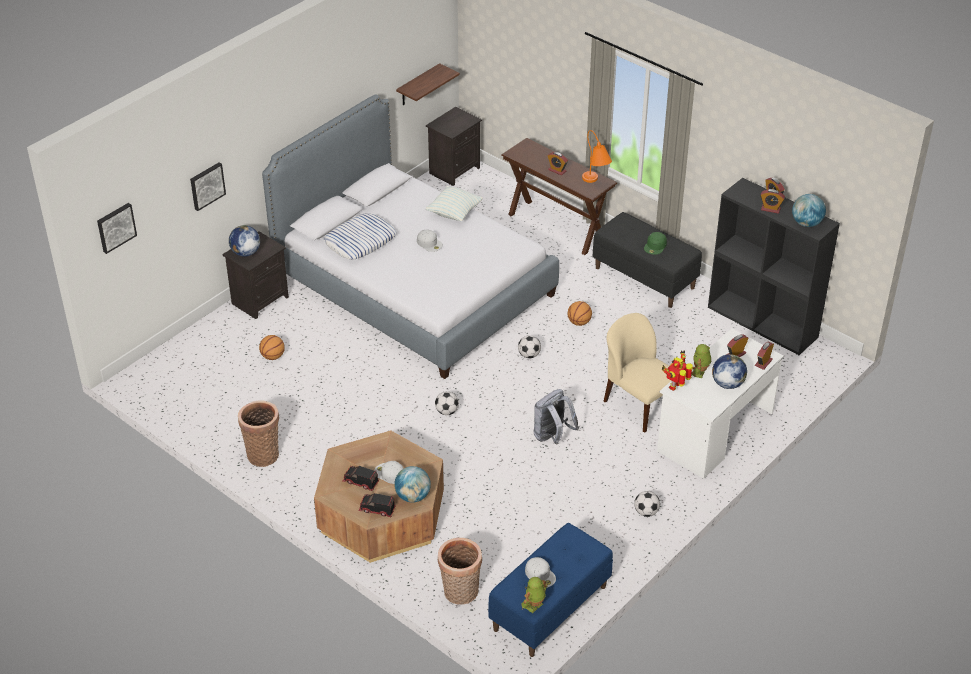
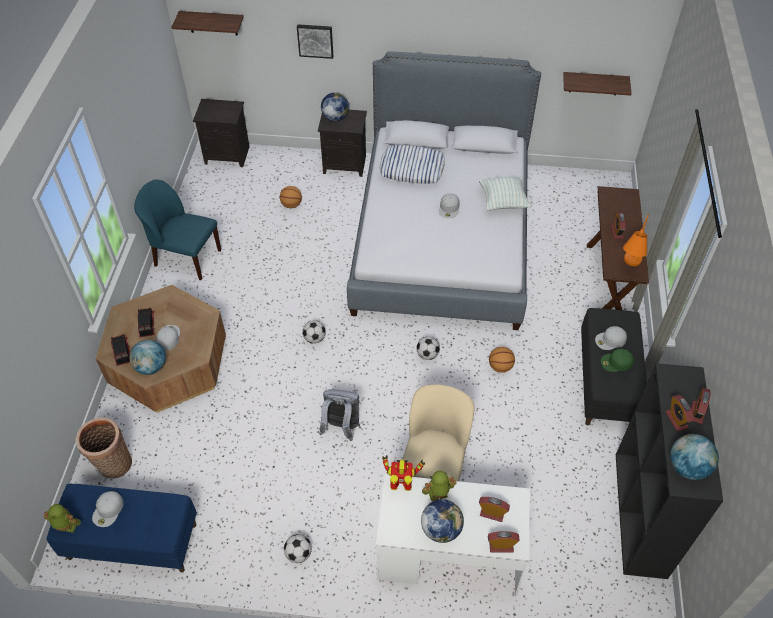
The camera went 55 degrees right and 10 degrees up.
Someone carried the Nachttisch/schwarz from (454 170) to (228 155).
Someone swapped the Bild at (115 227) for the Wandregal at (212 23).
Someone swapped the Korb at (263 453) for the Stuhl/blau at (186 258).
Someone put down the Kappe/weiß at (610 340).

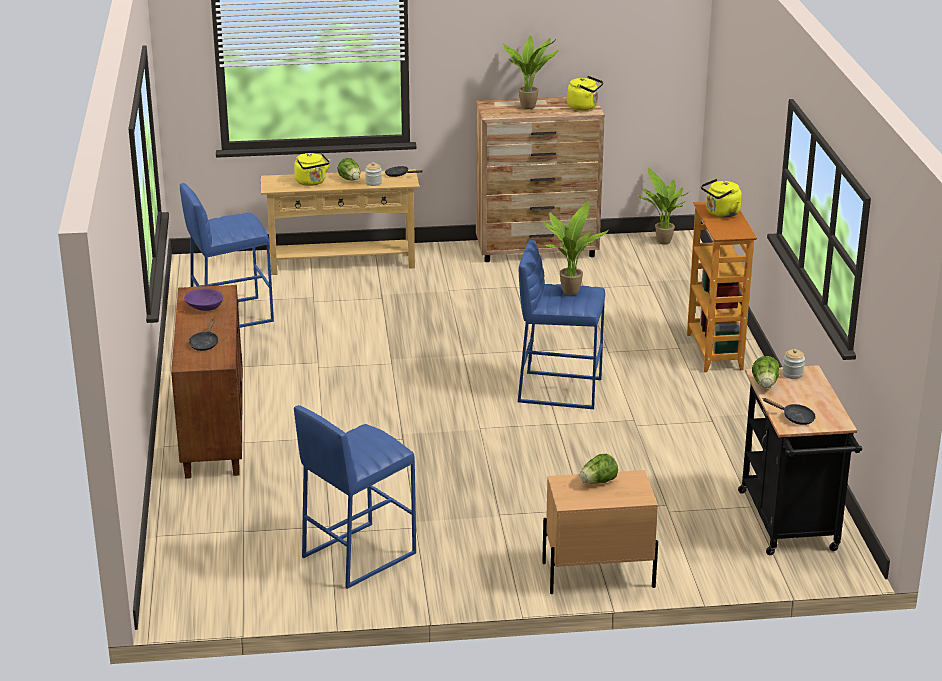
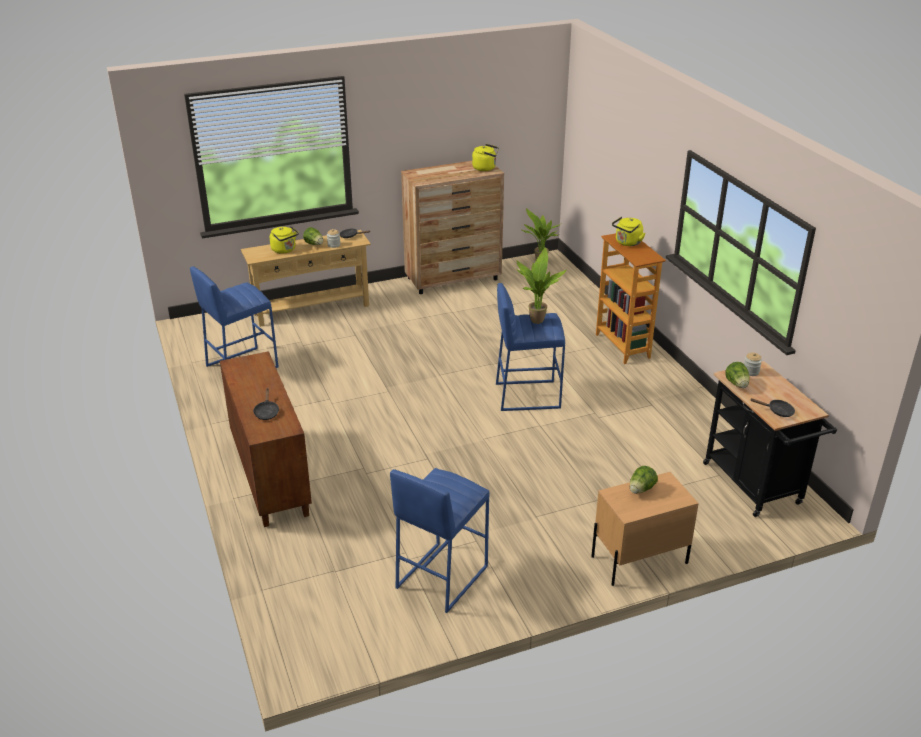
The camera went 15 degrees left and 5 degrees up.
Someone took away the Topfpflanze at (530 106).
Someone took away the Schüssel/lila at (204 306).

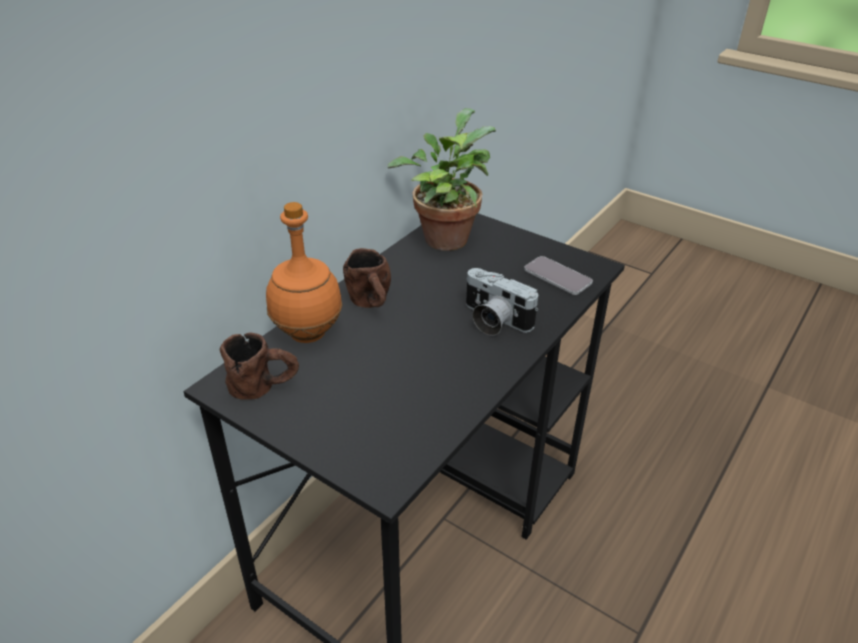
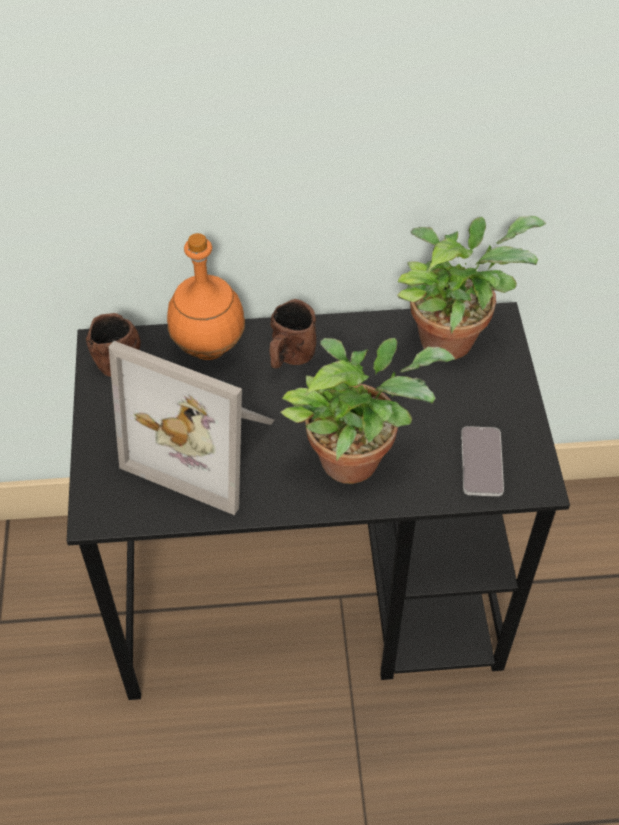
The camera went 50 degrees right and 15 degrees up.
Someone swapped the Kamera at (493 320) for the Topfpflanze at (356 456).
Someone put down the Bilderrahmen at (206 444).

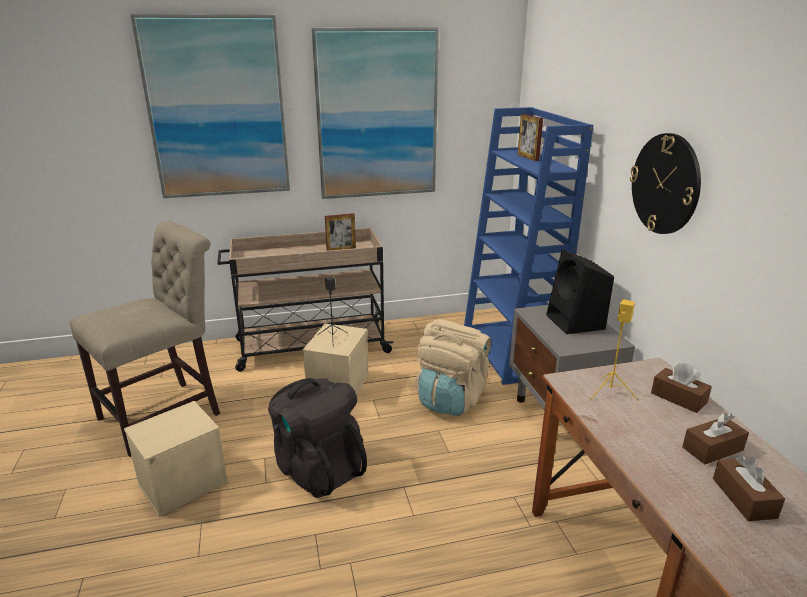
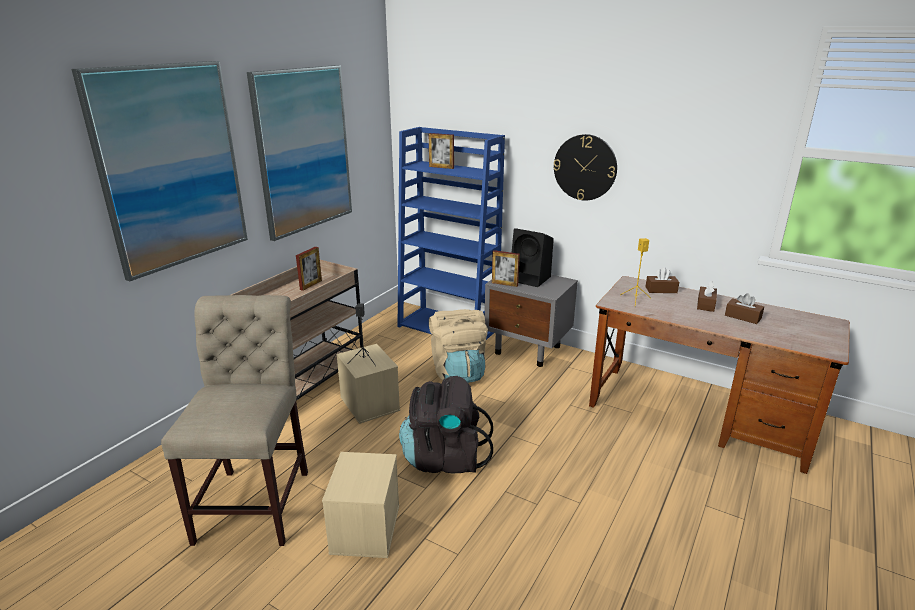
The camera went 45 degrees left and 0 degrees up.
Someone put down the Bilderrahmen at (504 284).

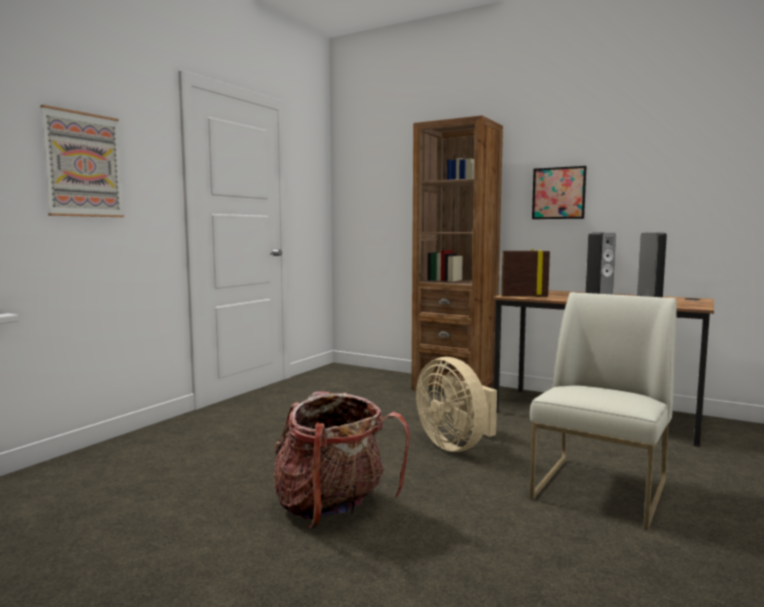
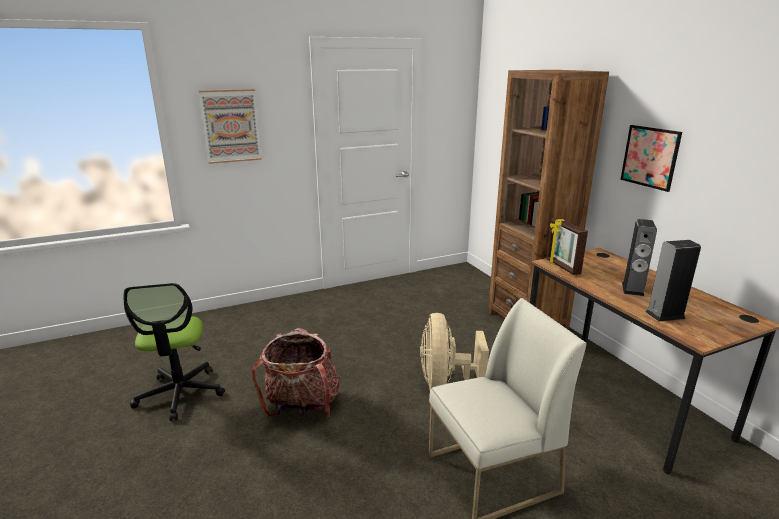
The camera went 35 degrees right and 15 degrees up.
Someone rotated the Bilderrahmen at (524 296) by 150 degrees counterclockwise.
Someone put down the Bürostuhl at (180 393).

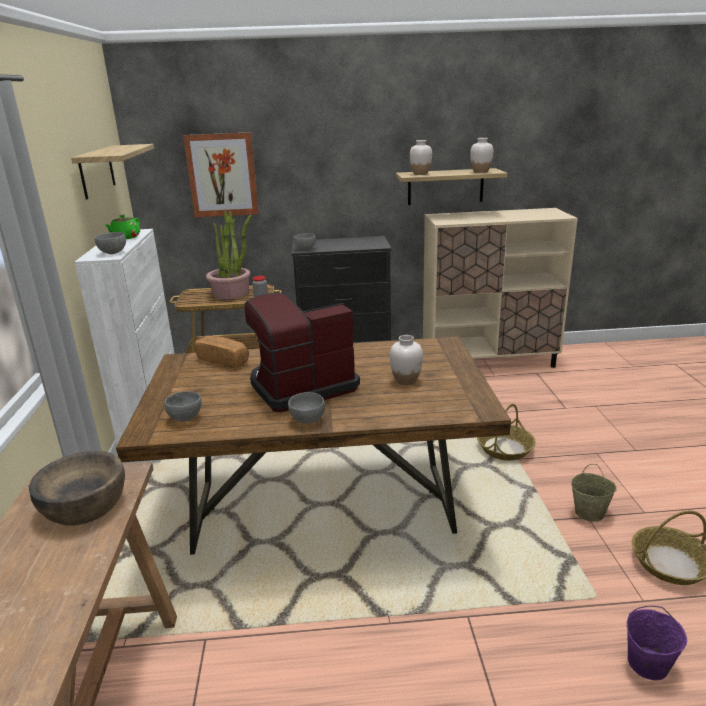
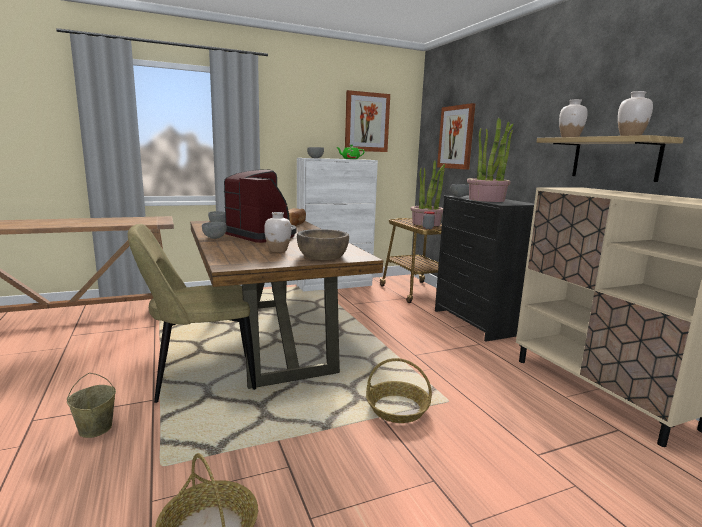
The camera went 70 degrees right and 10 degrees down.
Someone swapped the Wandregal at (97 171) for the Bild at (366 122).
Someone carried the Schüssel/braun from (84 505) to (322 255).
Someone carried the Eimer/beige from (590 513) to (95 429).
Someone took away the Eimer/lila at (647 664).
Someone put down the Topfpflanze at (486 200).
Someone put down the Stuhl/beige at (199 379).

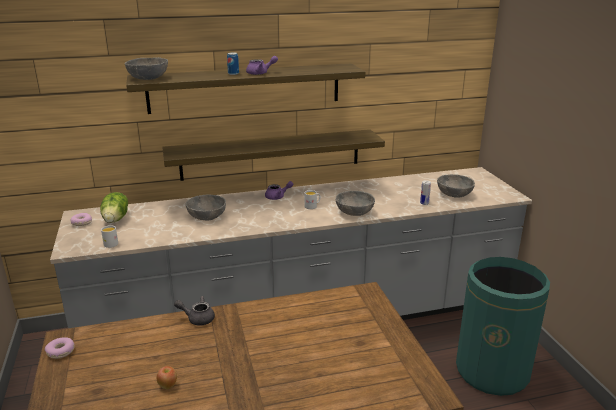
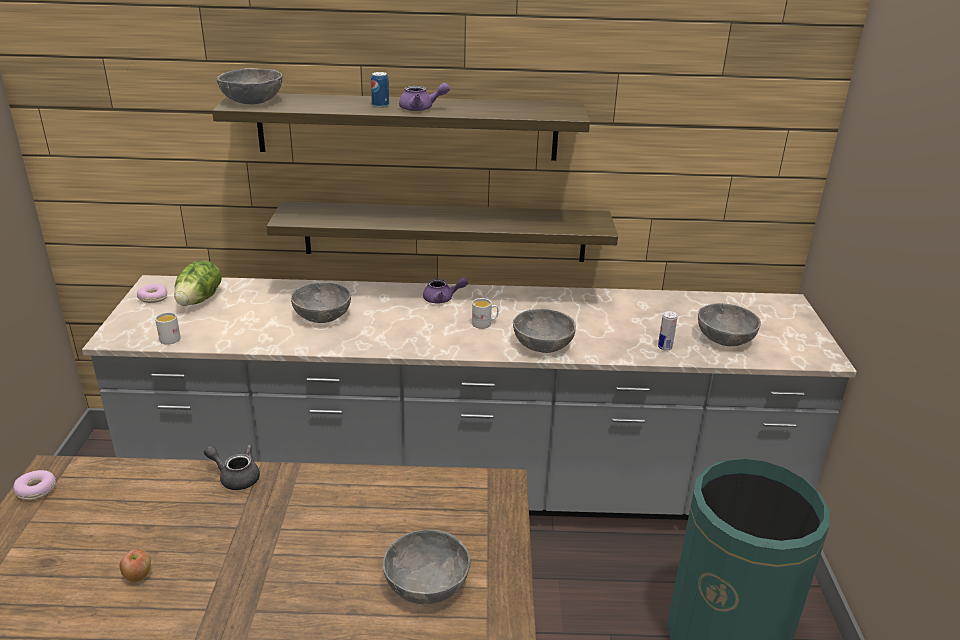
The camera went 15 degrees right and 5 degrees up.
Someone put down the Schüssel/grau at (426 585).

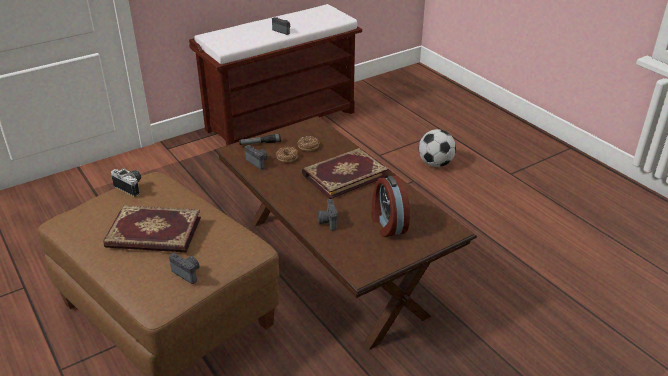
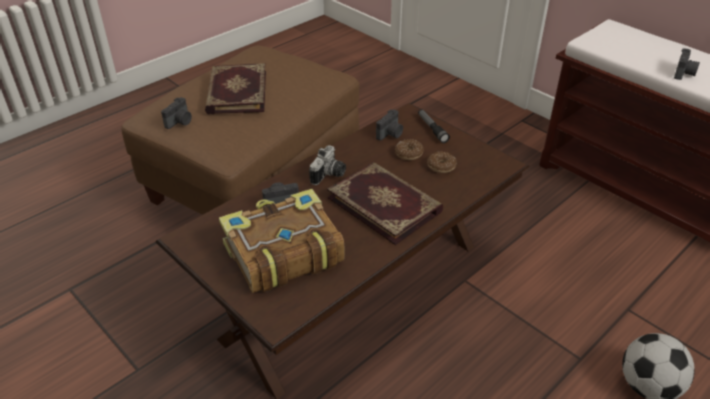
The camera went 80 degrees right and 5 degrees up.
Someone carried the Kamera from (132 186) to (330 175).
Someone swapped the Wecker at (387 224) for the Buch at (281 253).

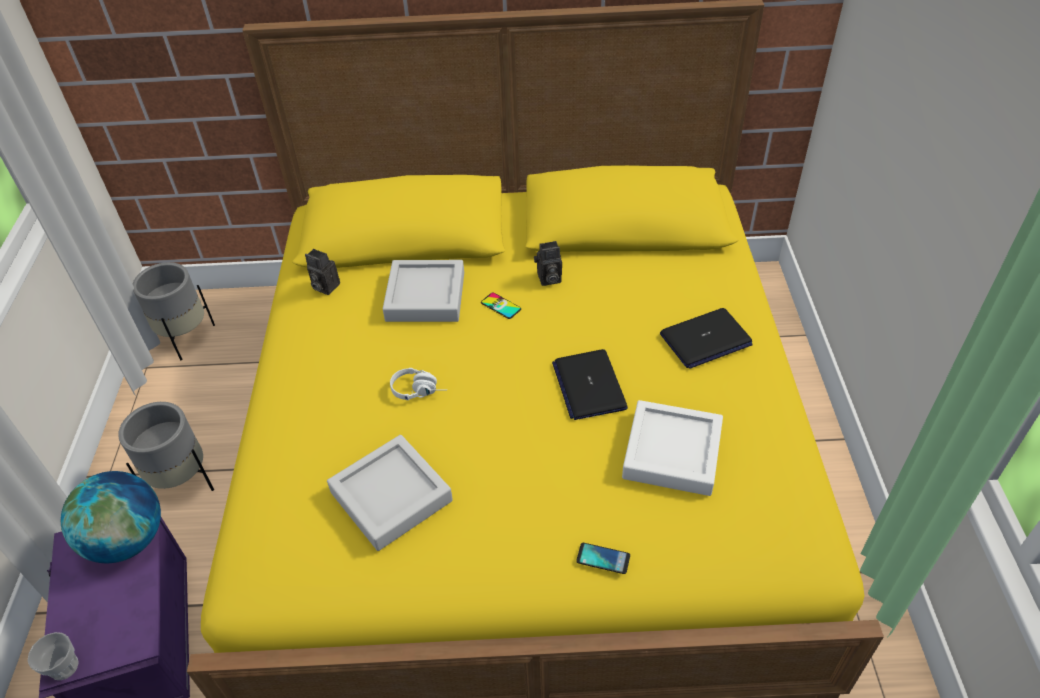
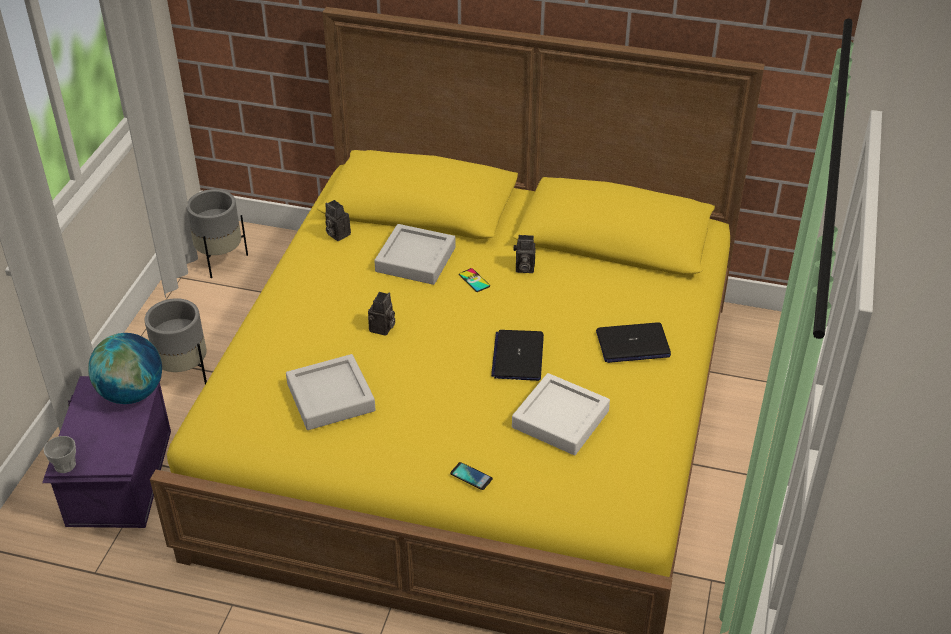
The camera went 15 degrees right and 5 degrees down.
Someone swapped the Kopfhörer/weiß at (420 390) for the Kamera at (382 329).

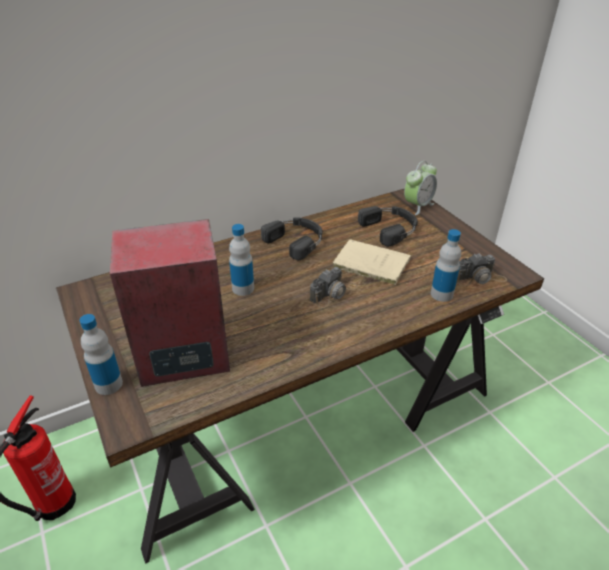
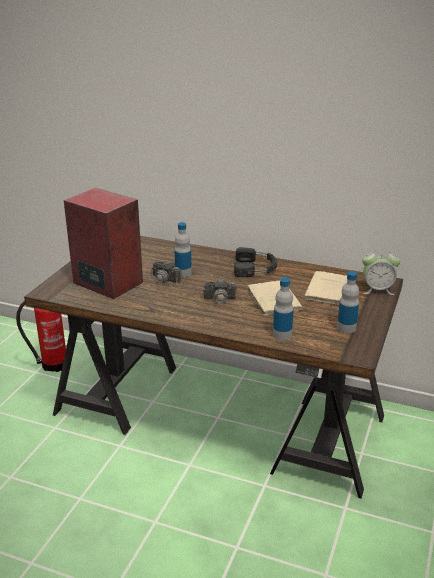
The camera went 50 degrees right and 10 degrees down.
Someone swapped the Kopfhörer/schwarz at (390 228) for the Buch/beige at (328 291).
Someone carried the Kamera from (479 278) to (166 281).
Someone carried the Flasche from (108 384) to (346 328).

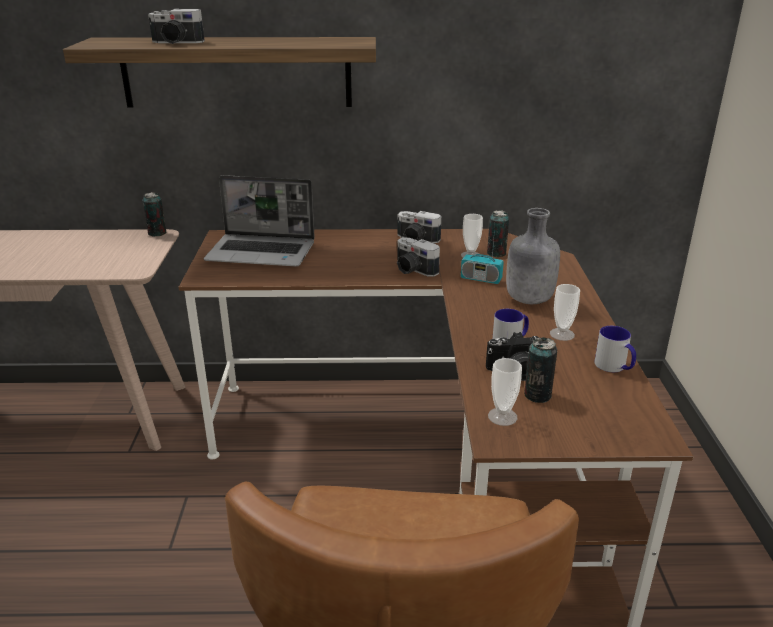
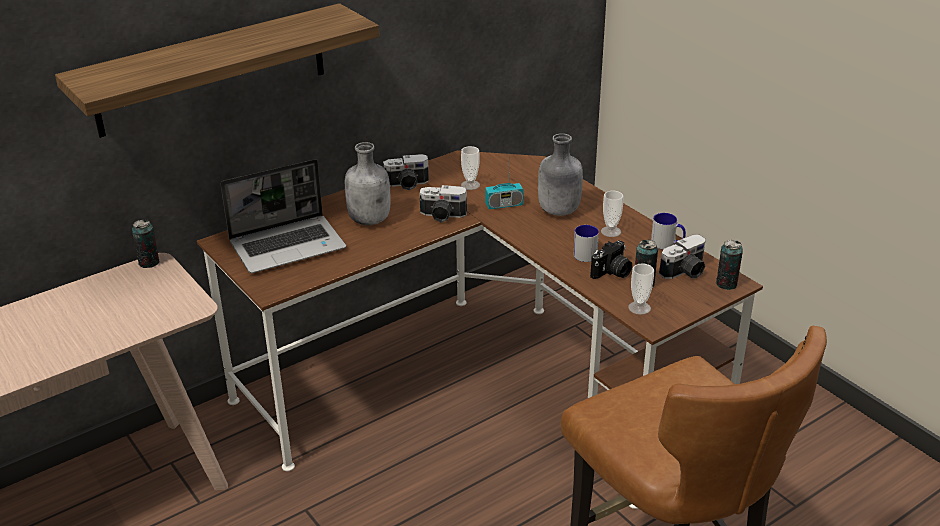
The camera went 35 degrees left and 5 degrees up.
Someone carried the Kamera from (176 43) to (685 272).
Someone carried the Dose from (496 253) to (726 284).
Someone put down the Flasche/grau at (370 220).

